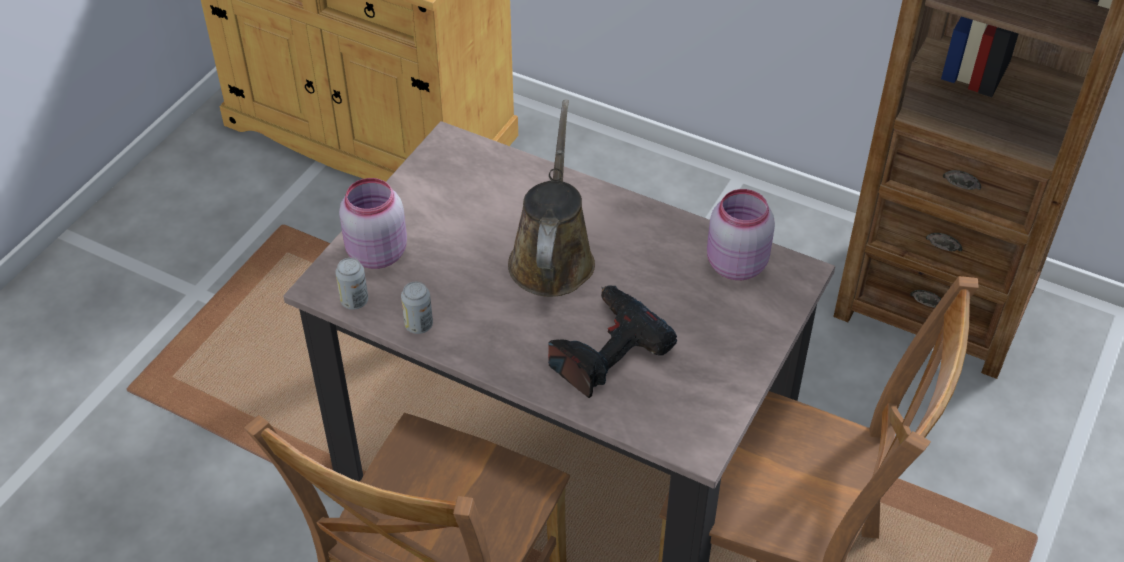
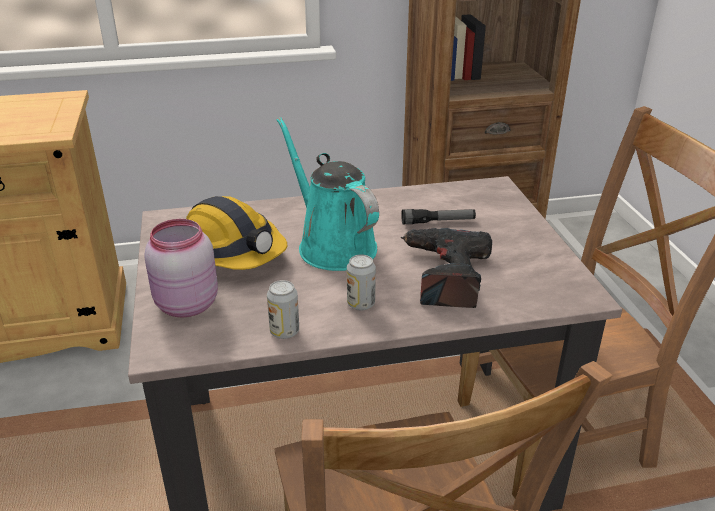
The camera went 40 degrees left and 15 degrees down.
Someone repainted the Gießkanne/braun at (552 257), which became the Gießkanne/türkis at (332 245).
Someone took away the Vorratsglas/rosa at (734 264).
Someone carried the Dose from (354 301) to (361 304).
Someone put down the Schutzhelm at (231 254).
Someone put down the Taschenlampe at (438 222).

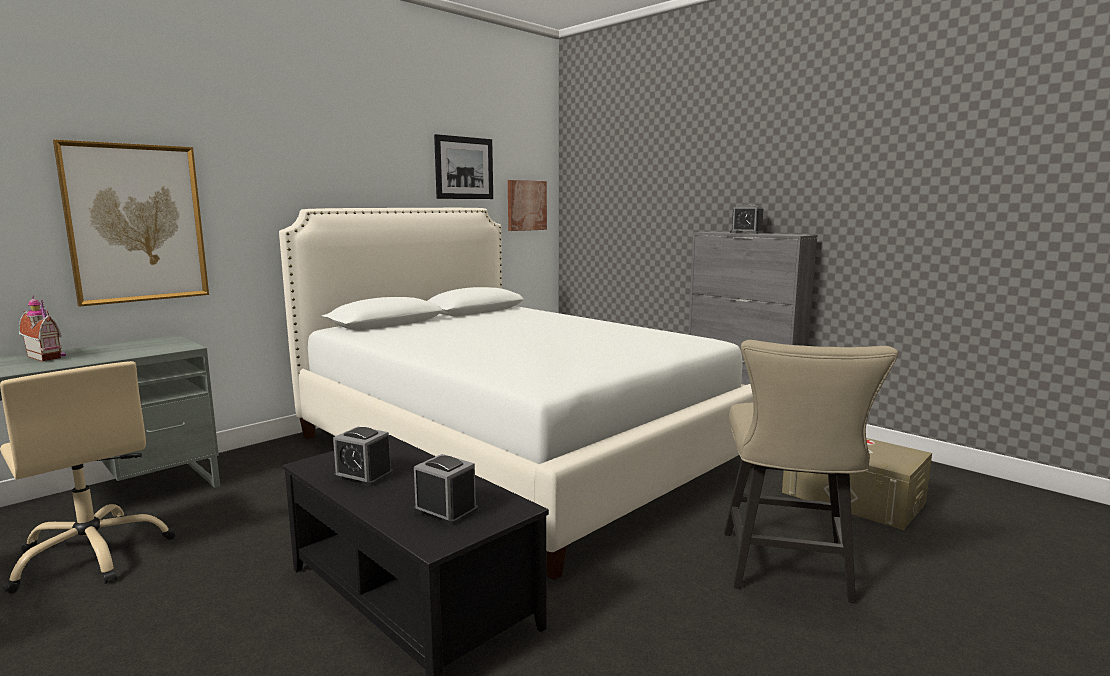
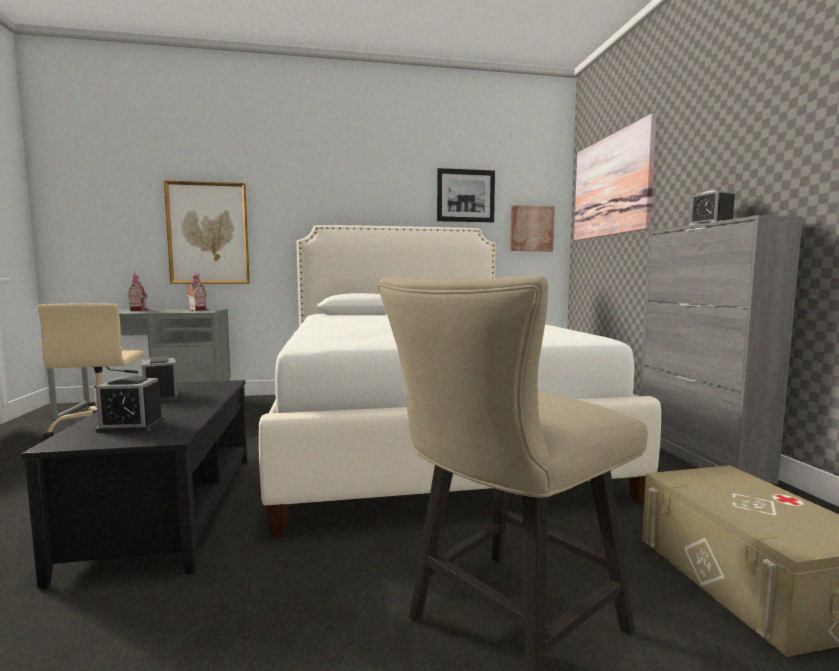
The camera went 35 degrees right and 5 degrees down.
Someone rotated the Wecker at (446 511) by 105 degrees clockwise.
Someone put up the Bild at (611 186).
Someone put down the Spielzeughaus at (200 310).

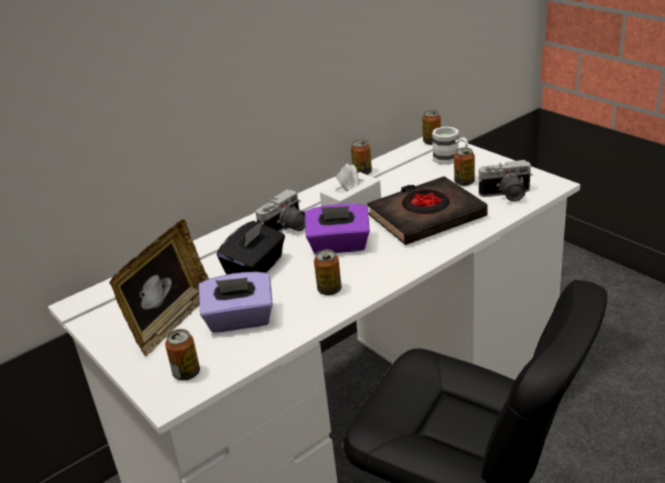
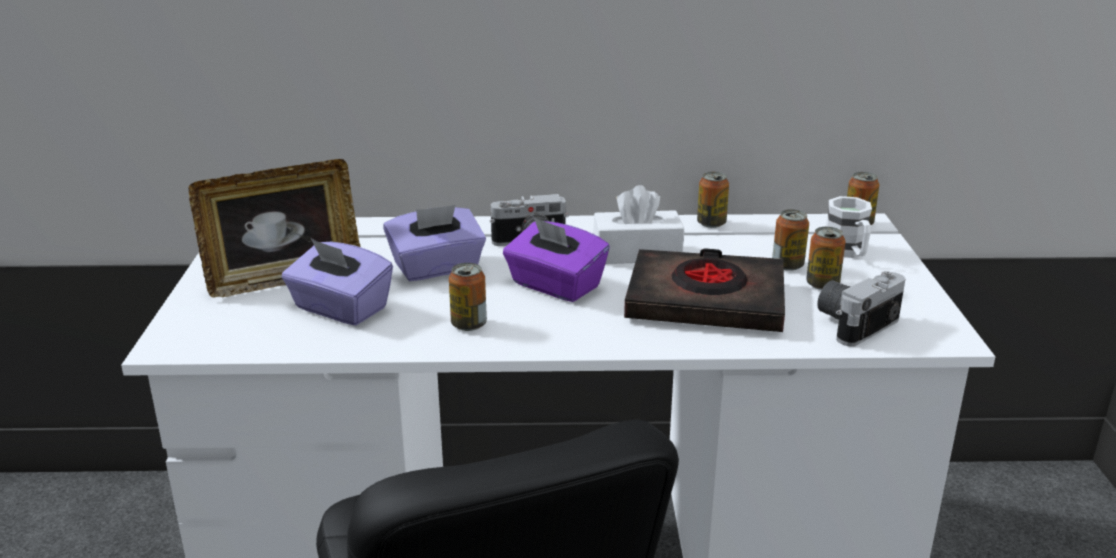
The camera went 35 degrees right and 5 degrees down.
Someone rotated the Kamera at (506 196) by 105 degrees clockwise.
Someone repainted the Taschentuchbox/schwarz at (256 268), which became the Taschentuchbox/lila at (437 268).
Someone carried the Dose from (187 373) to (787 265).

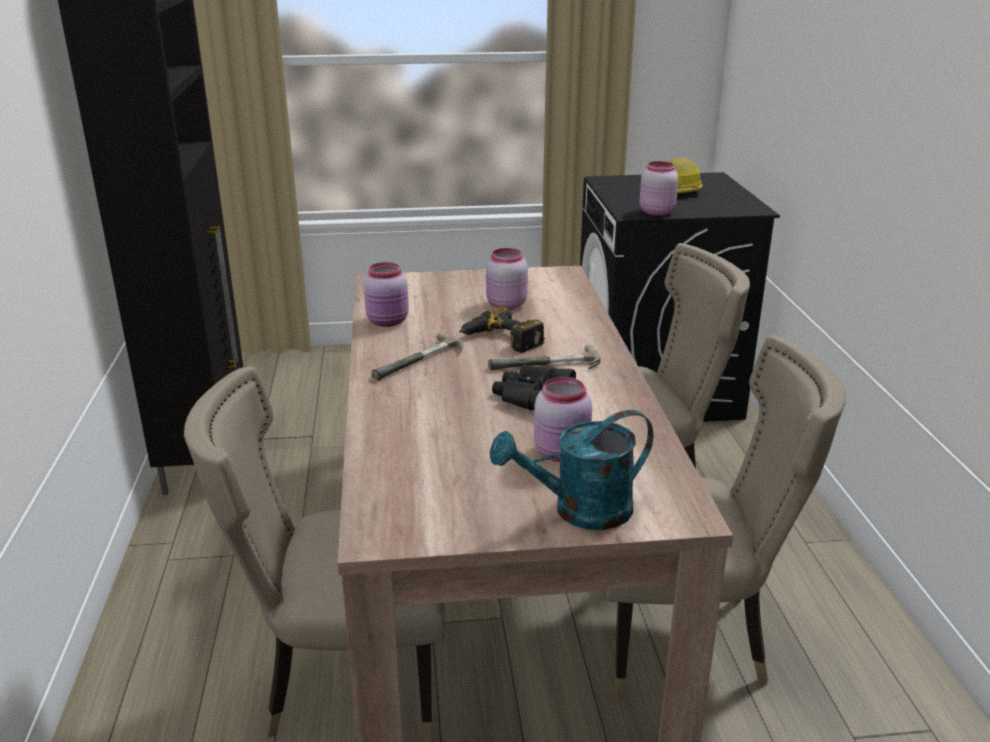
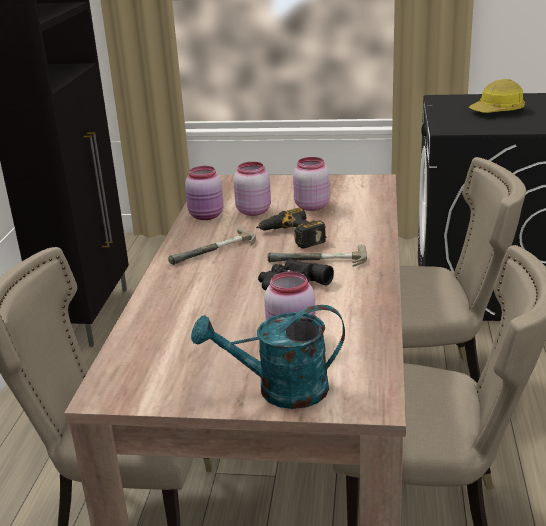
The camera went 15 degrees right and 0 degrees up.
Someone carried the Vorratsglas/rosa from (656 212) to (253 211).

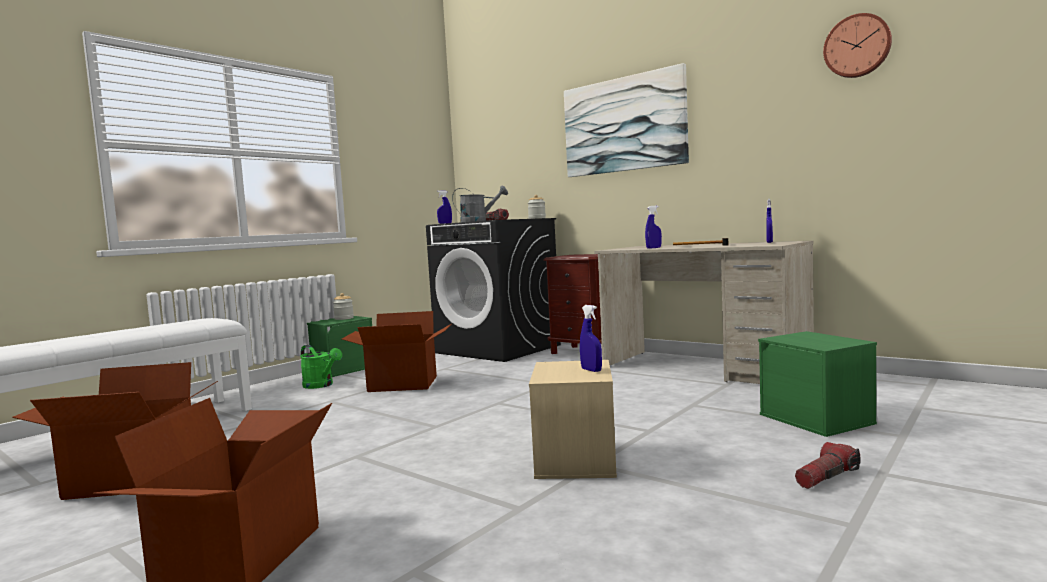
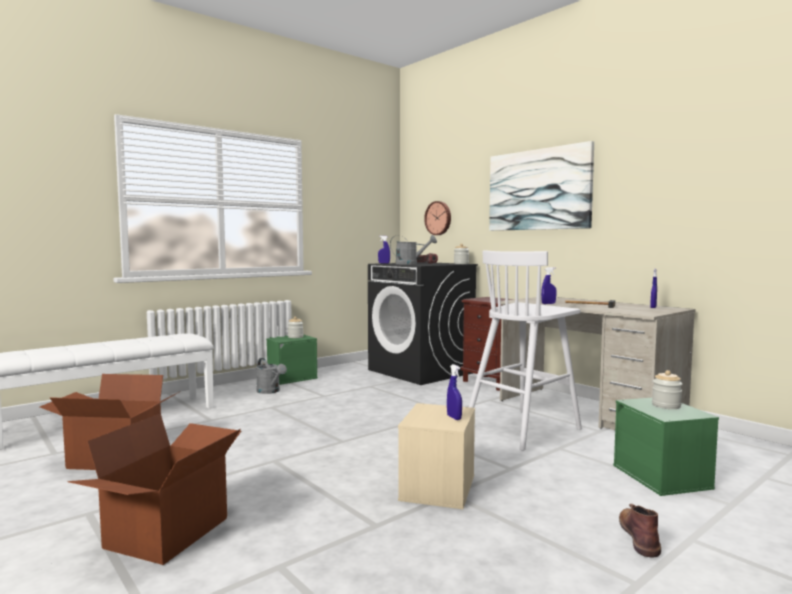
The camera went 10 degrees right and 0 degrees up.
Someone carried the Wanduhr from (857 46) to (438 218).
Someone took away the Karton at (402 384).
Someone repainted the Gießkanne/grün at (321 385), which became the Gießkanne/grau at (270 391).
Someone swapped the Taschenlampe at (826 477) for the Stiefel/braun at (639 535).
Someone put down the Hocker/weiß at (523 428).
Someone put down the Vorratsglas at (666 405).

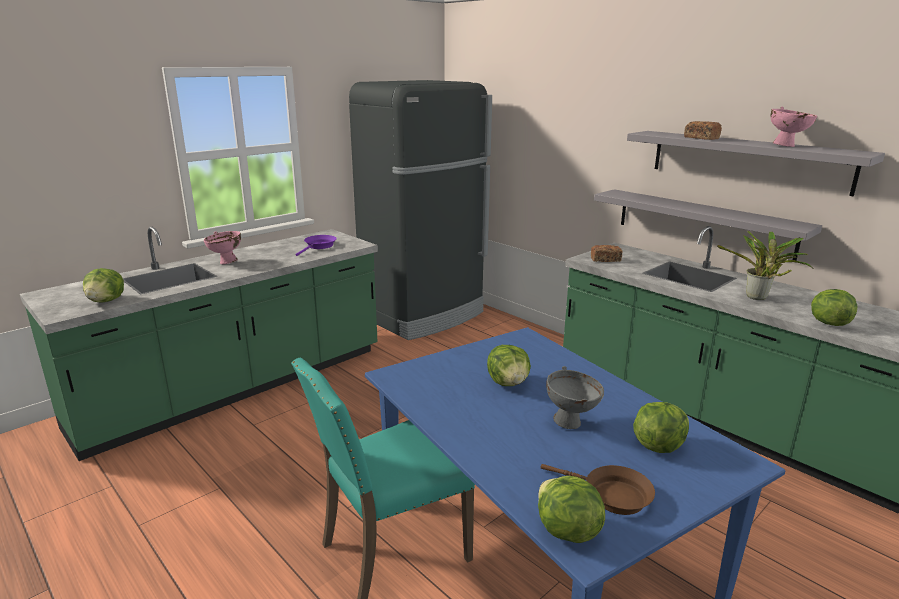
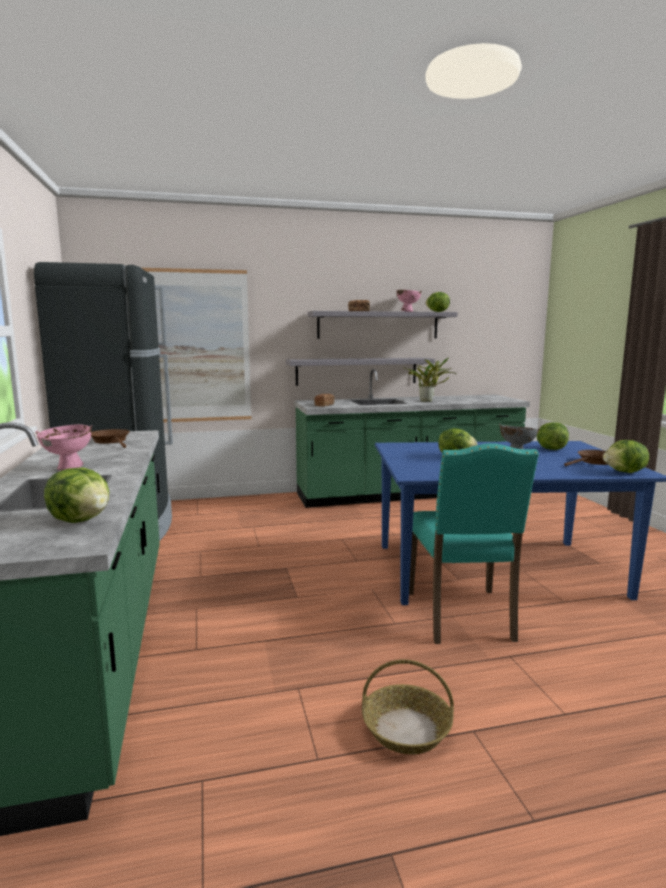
The camera went 60 degrees left and 10 degrees down.
Someone repainted the Pfanne/lila at (319 246), which became the Pfanne/braun at (111 441).
Someone carried the Salatkopf from (828 323) to (437 312).
Someone put up the Bild at (199 347).
Someone put down the Korb at (407 729).

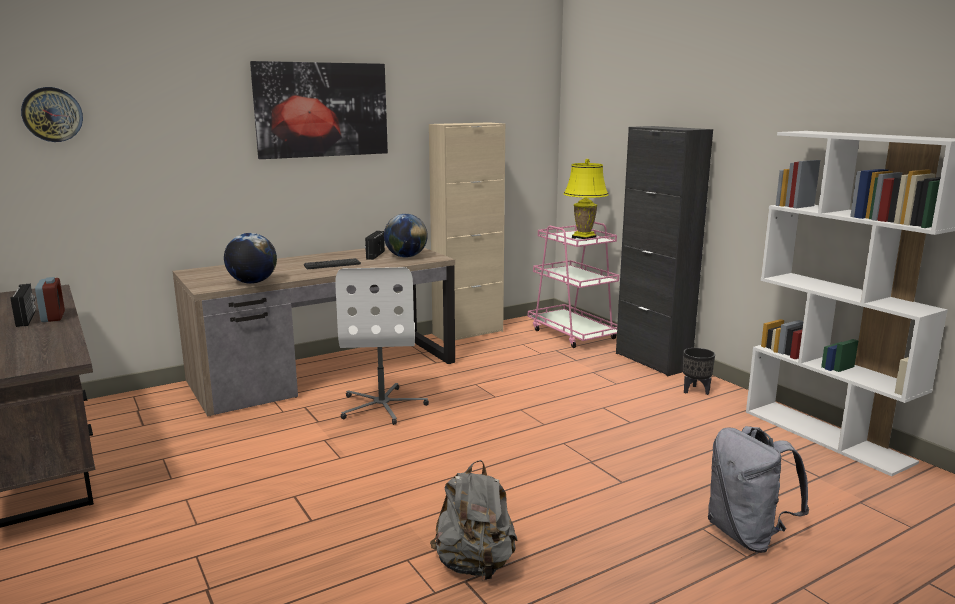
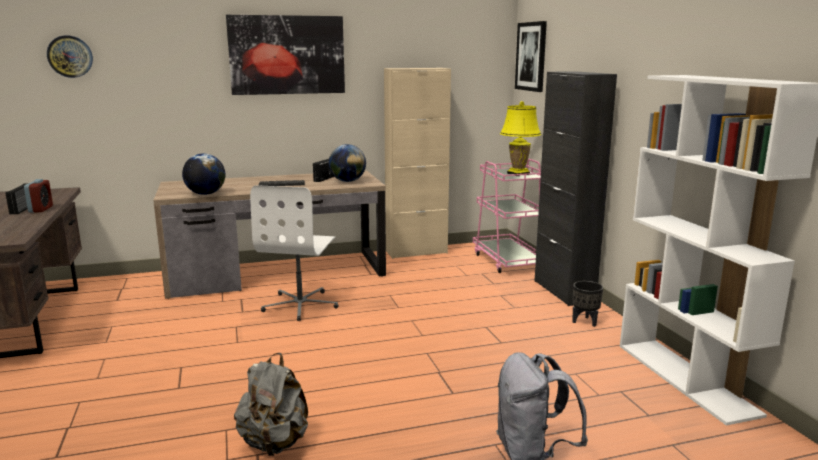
The camera went 15 degrees right and 0 degrees up.
Someone put up the Bild at (531 56).

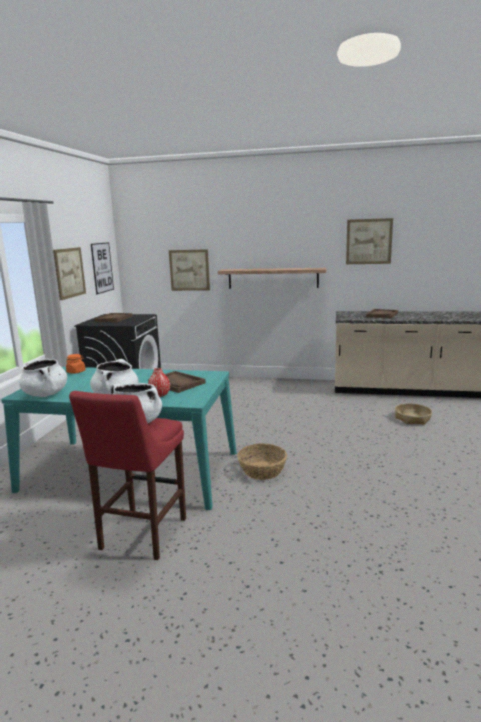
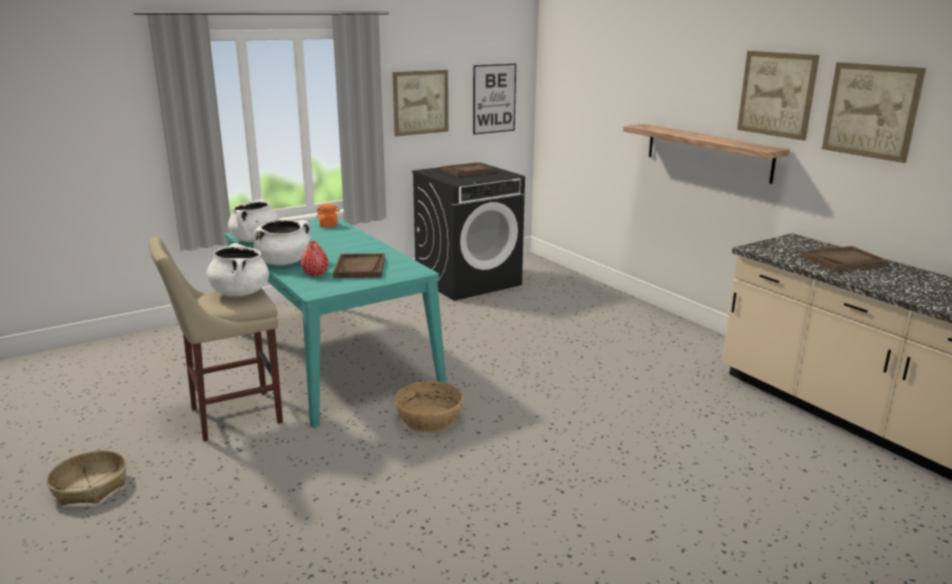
The camera went 45 degrees right and 5 degrees up.
Someone carried the Bild from (189 270) to (776 94).
Someone repainted the Hocker/rot at (141 536), which became the Hocker/beige at (230 416).
Someone carried the Korb from (412 418) to (90 486).

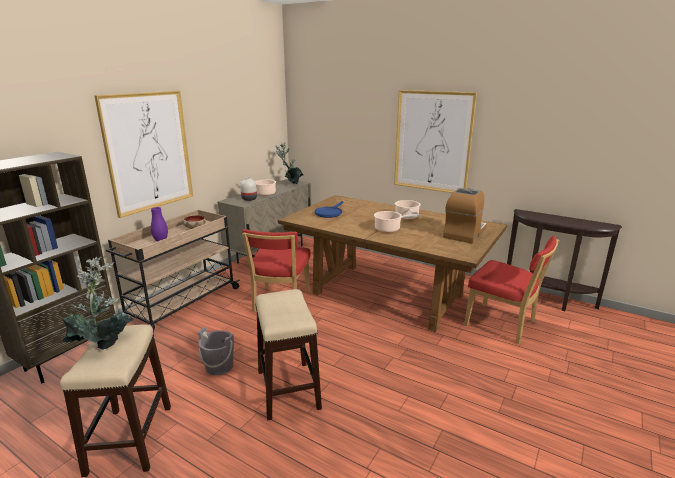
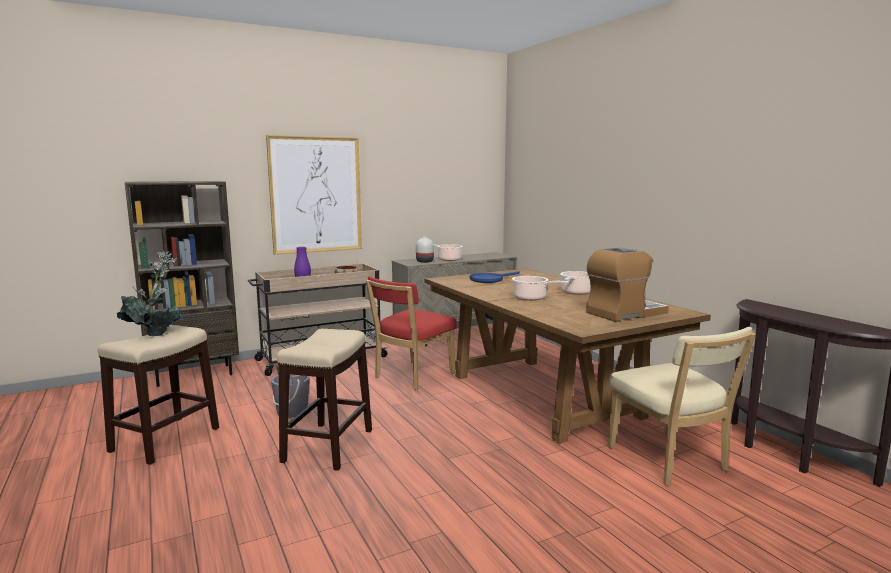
The camera went 30 degrees right and 10 degrees down.
Someone took away the Bild at (432 142).
Someone took away the Topfpflanze at (291 184).
Someone repainted the Stuhl/rot at (503 325), which became the Stuhl/beige at (670 461).

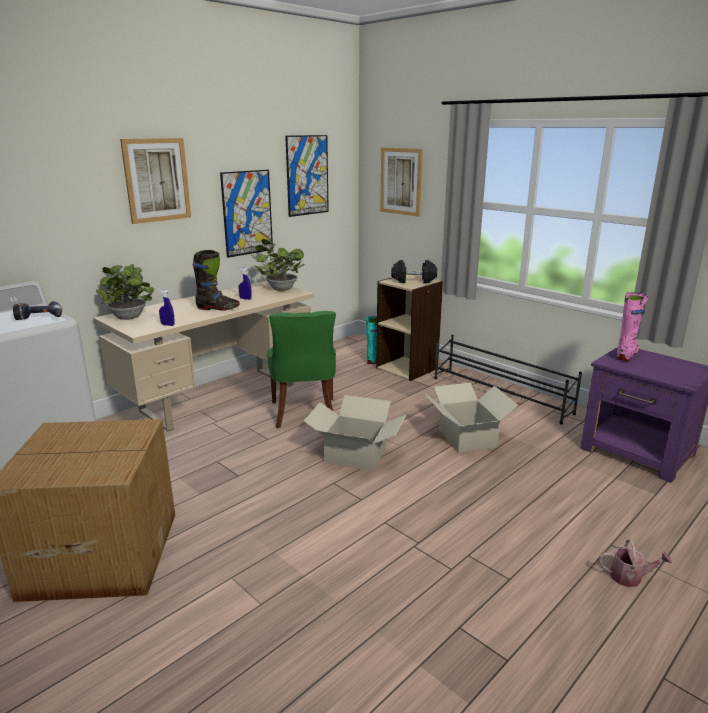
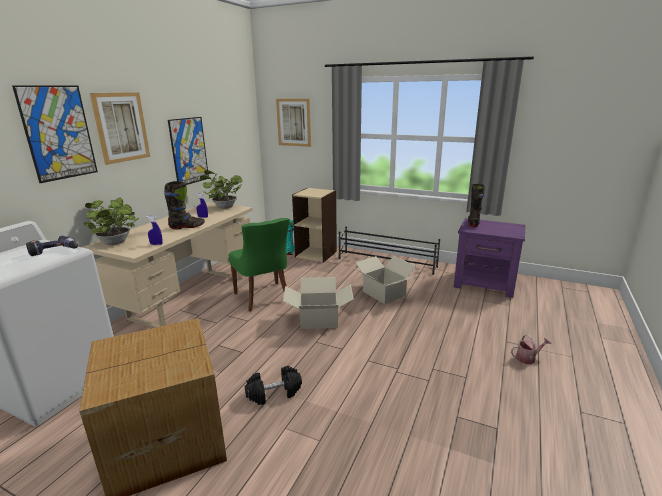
The camera went 20 degrees left and 0 degrees up.
Someone carried the Bild from (307 175) to (58 133).
Someone carried the Hantel/schwarz from (413 281) to (274 393).
Someone repainted the Stiefel/rosa at (627 355), which became the Stiefel/schwarz at (473 223).

